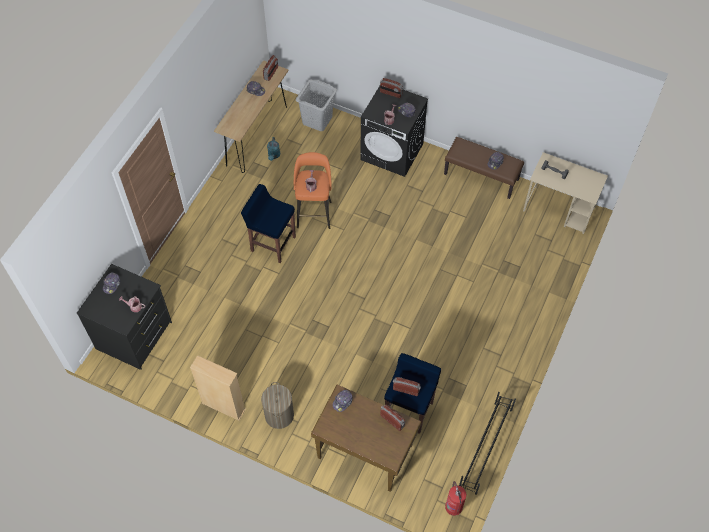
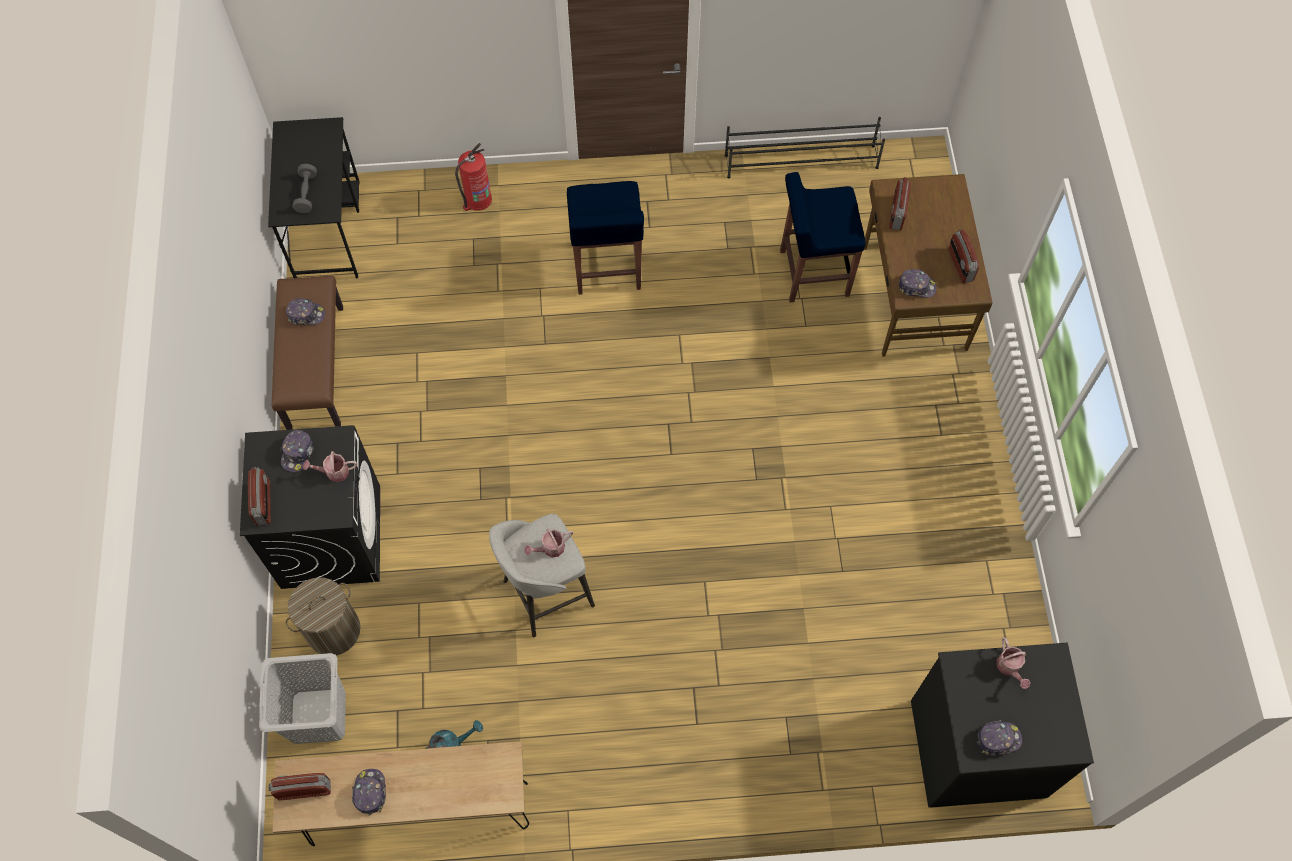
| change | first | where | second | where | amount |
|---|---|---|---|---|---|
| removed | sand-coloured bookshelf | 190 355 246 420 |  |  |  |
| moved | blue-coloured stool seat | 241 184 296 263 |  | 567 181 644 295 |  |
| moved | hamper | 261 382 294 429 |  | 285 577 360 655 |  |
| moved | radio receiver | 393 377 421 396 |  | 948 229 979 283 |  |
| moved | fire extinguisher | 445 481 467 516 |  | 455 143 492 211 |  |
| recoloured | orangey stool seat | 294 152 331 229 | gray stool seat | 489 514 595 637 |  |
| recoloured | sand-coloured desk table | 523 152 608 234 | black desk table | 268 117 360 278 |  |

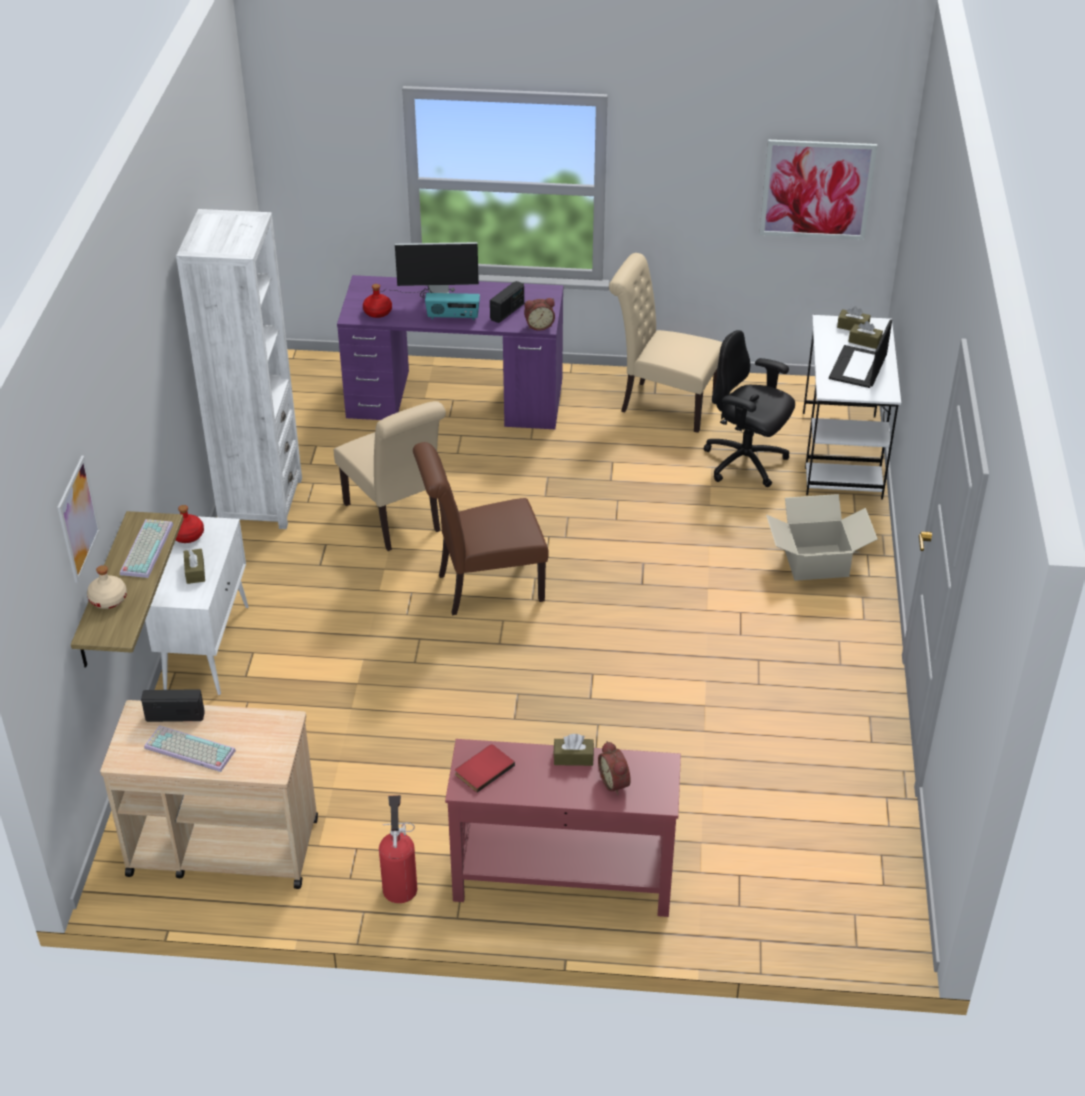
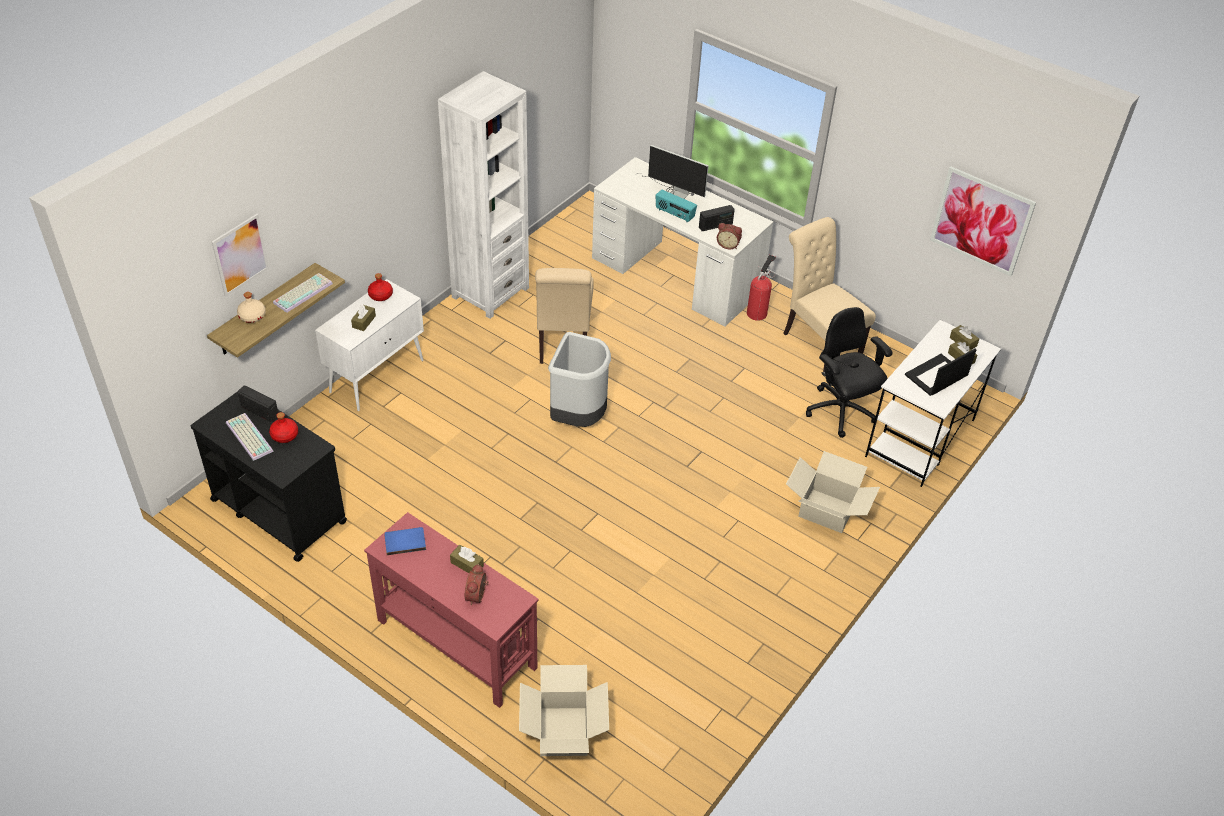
| change | first | where | second | where | amount |
|---|---|---|---|---|---|
| added |  |  | cardboard box | 519 665 609 756 |  |
| moved | red-coloured bottle | 363 284 392 318 |  | 269 412 298 443 |  |
| moved | fire extinguisher | 379 795 417 903 |  | 747 255 776 321 |  |
| replaced | brown chair | 413 442 549 615 | gray trash can | 548 332 611 427 |  |
| recoloured | sand-coloured wheeled cart | 100 700 318 889 | black wheeled cart | 191 391 347 562 |  |
| recoloured | purple desk table | 337 275 563 429 | whitish desk table | 592 157 773 326 |  |
| recoloured | red-coloured book | 455 744 515 793 | blue-coloured book | 384 527 426 555 |  |

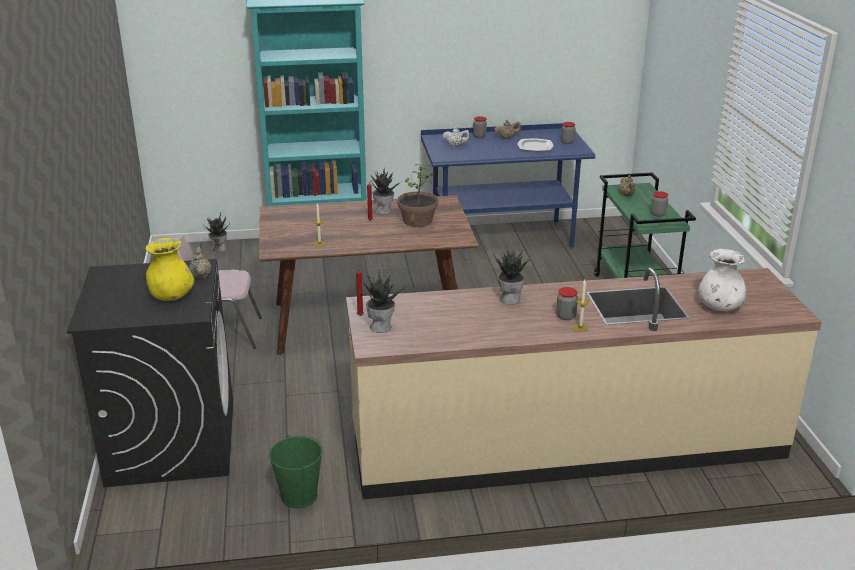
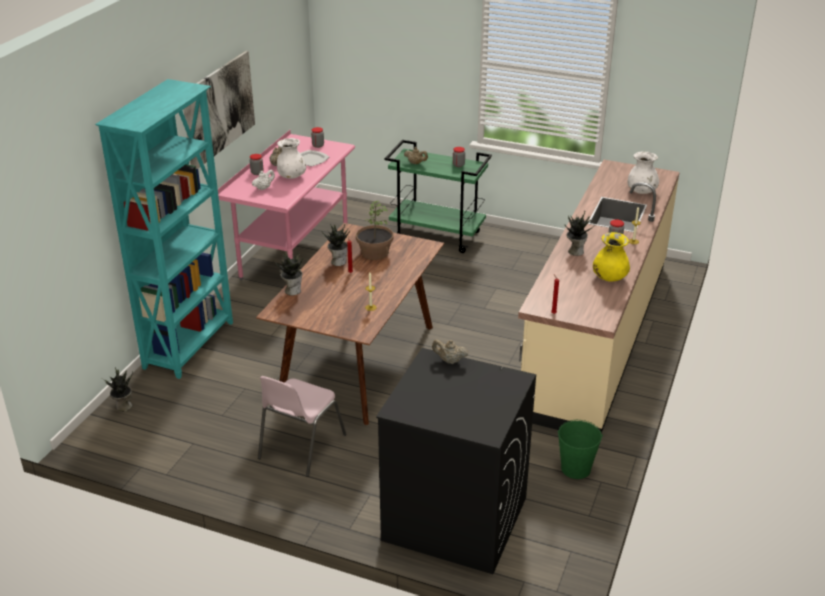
| change | first | where | second | where | amount |
|---|---|---|---|---|---|
| added |  |  | picture | 184 51 255 169 |  |
| added |  |  | whitish decorative vase | 277 138 306 179 |  |
| moved | yellow decorative vase | 145 238 194 301 |  | 593 232 630 282 |  |
| moved | houseplant | 363 270 404 333 |  | 274 252 304 296 |  |
| recoloured | blue-coloured desk table | 421 123 595 250 | pink-coloured desk table | 218 130 355 280 |  |

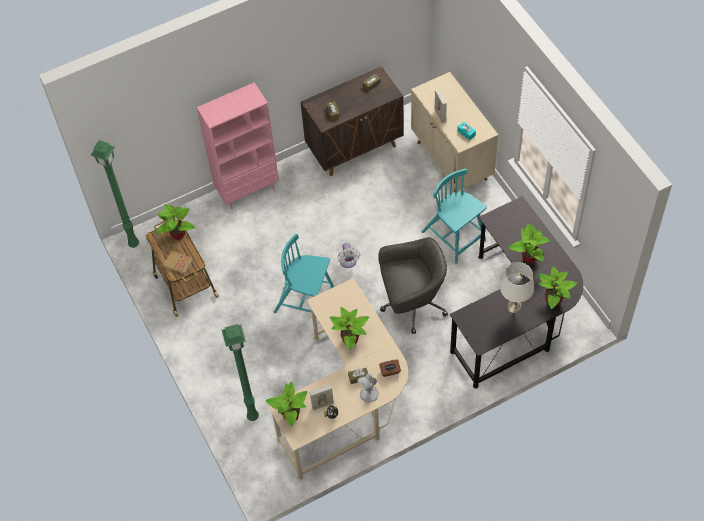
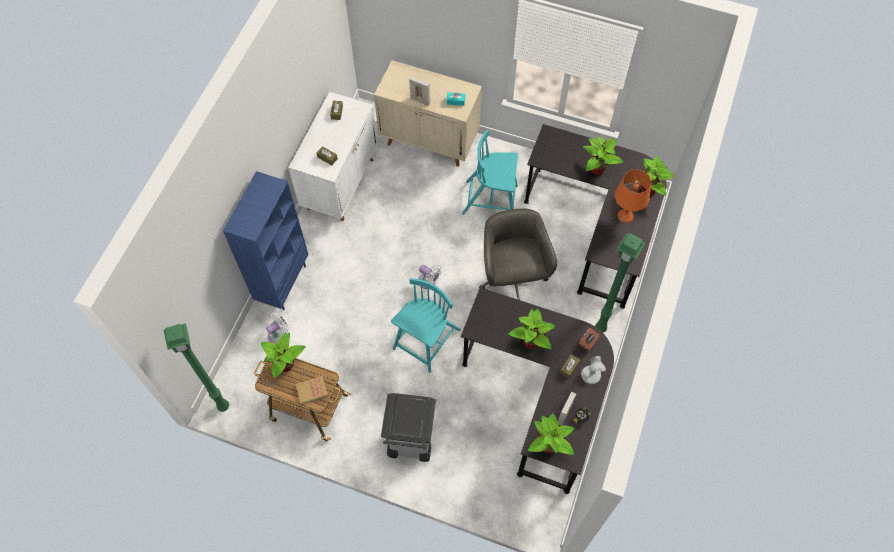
| change | first | where | second | where | amount |
|---|---|---|---|---|---|
| added |  |  | whitish fan | 266 311 290 344 |  |
| added |  |  | gray trash can | 381 393 436 462 |  |
| moved | greenish standard lamp | 222 324 259 421 |  | 595 233 646 333 |  |
| recoloured | pink-coloured bookshelf | 197 82 279 209 | blue-coloured bookshelf | 223 171 308 310 |  |
| recoloured | sand-coloured desk table | 268 278 408 480 | black desk table | 461 287 614 494 |  |
| recoloured | brown cupboard | 301 66 404 176 | whitish cupboard | 288 92 378 221 |  |
| recoloured | whitish tabletop lamp | 500 262 534 313 | orangey tabletop lamp | 615 169 652 223 |  |
| turned | turquoise-coloured chair | 274 233 334 313 |  | 391 278 461 373 | 150 degrees clockwise |
| turned | gray computer chair | 379 237 448 334 |  | 479 208 557 300 | 45 degrees counterclockwise |

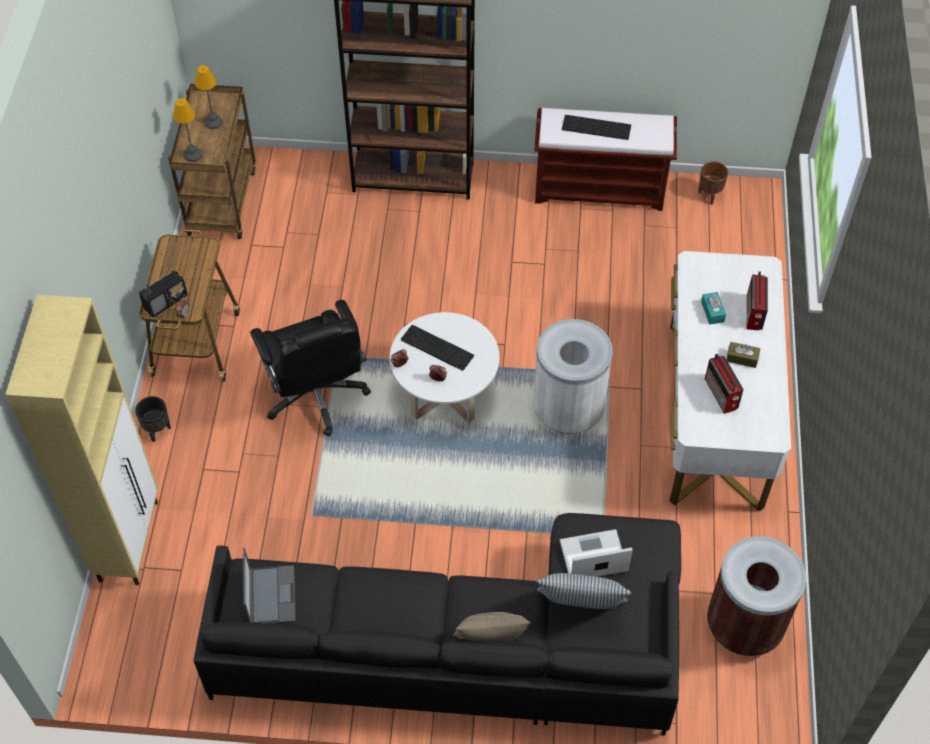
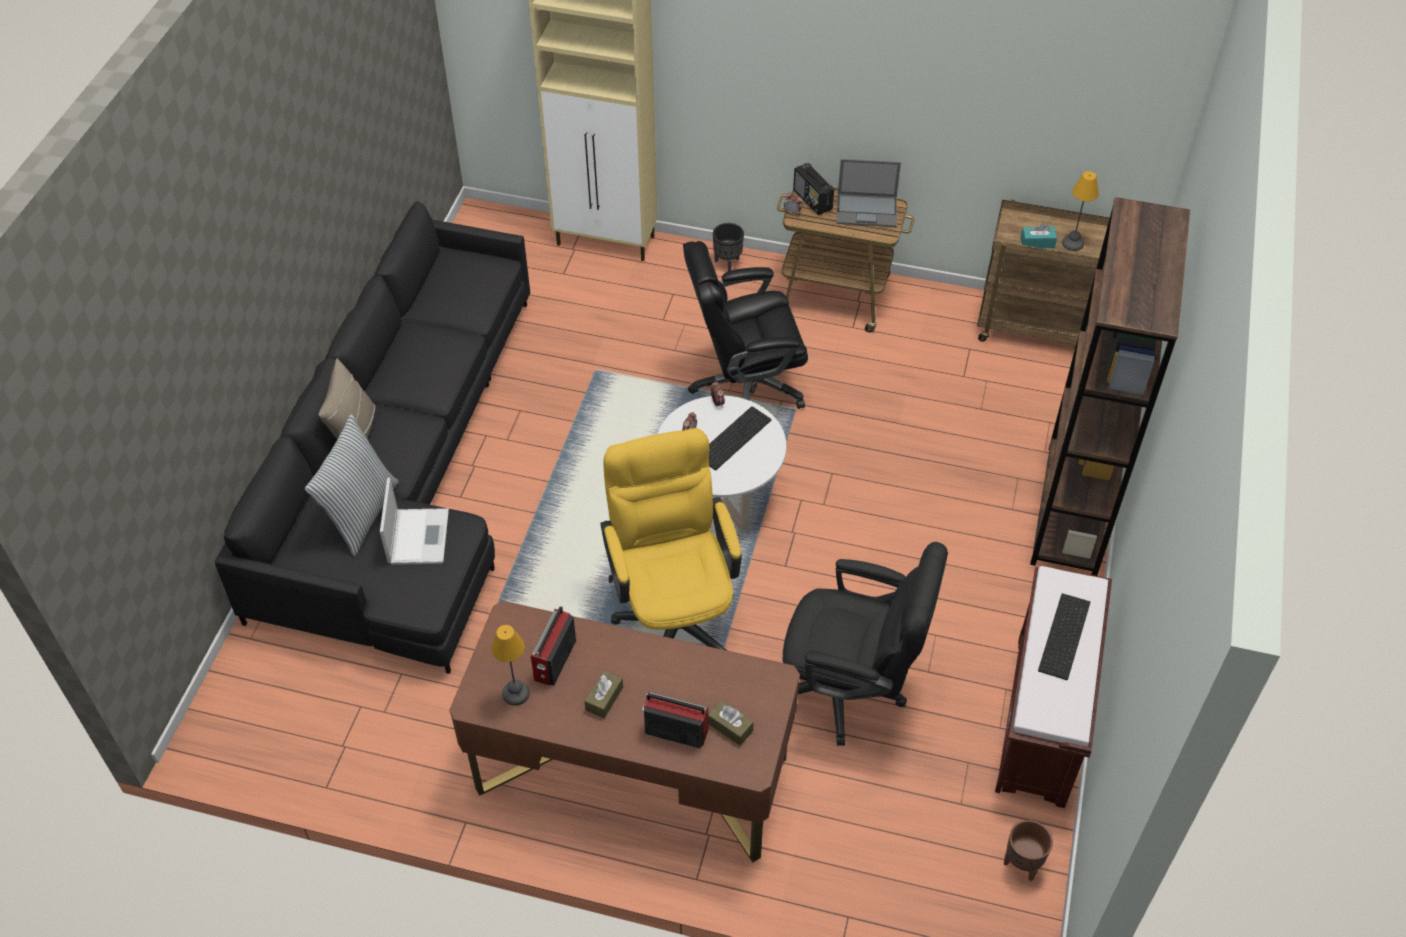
| change | first | where | second | where | amount |
|---|---|---|---|---|---|
| removed | brown trash can | 707 536 806 656 |  |  |  |
| added |  |  | brown tissue holder | 708 700 754 746 |  |
| added |  |  | black computer chair | 783 542 948 746 |  |
| moved | tabletop lamp | 173 98 202 162 |  | 491 625 530 706 |  |
| moved | portable computer | 243 548 296 624 |  | 837 159 901 227 |  |
| moved | turquoise-coloured tissue holder | 701 292 726 324 |  | 1021 223 1057 248 |  |
| replaced | whitish trash can | 533 319 613 434 | yellow computer chair | 600 428 742 650 |  |
| recoloured | whitish desk table | 669 251 791 512 | brown desk table | 449 601 800 862 |  |
| turned | radio receiver | 705 354 744 414 |  | 531 606 576 686 | 60 degrees counterclockwise |

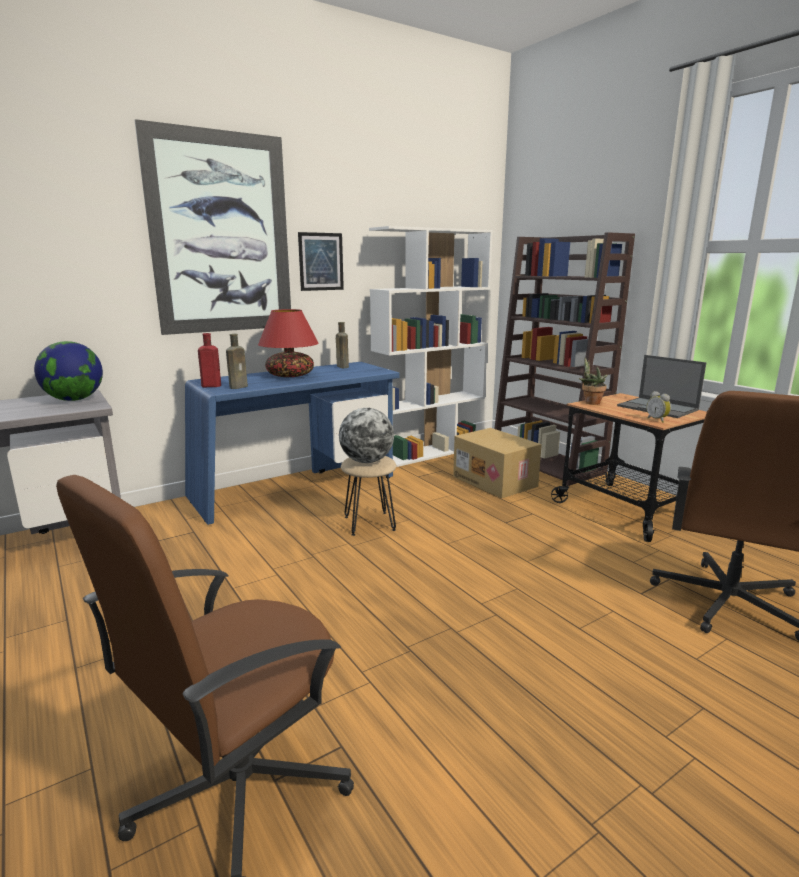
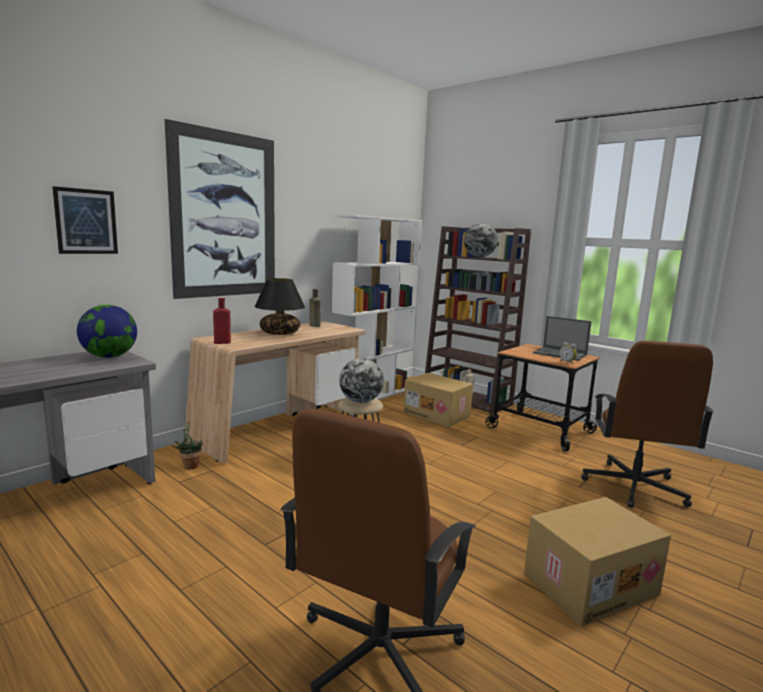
| change | first | where | second | where | amount |
|---|---|---|---|---|---|
| removed | brown bottle | 226 334 248 389 |  |  |  |
| added |  |  | world globe | 464 223 498 257 |  |
| added |  |  | cardboard box | 524 497 671 627 |  |
| moved | picture | 298 232 344 291 |  | 52 186 118 254 |  |
| moved | houseplant | 579 357 608 405 |  | 174 422 203 469 |  |
| recoloured | blue-coloured desk table | 185 362 399 525 | sand-coloured desk table | 185 321 365 464 |  |
| recoloured | red-coloured tabletop lamp | 258 309 318 377 | black tabletop lamp | 254 278 305 335 |  |

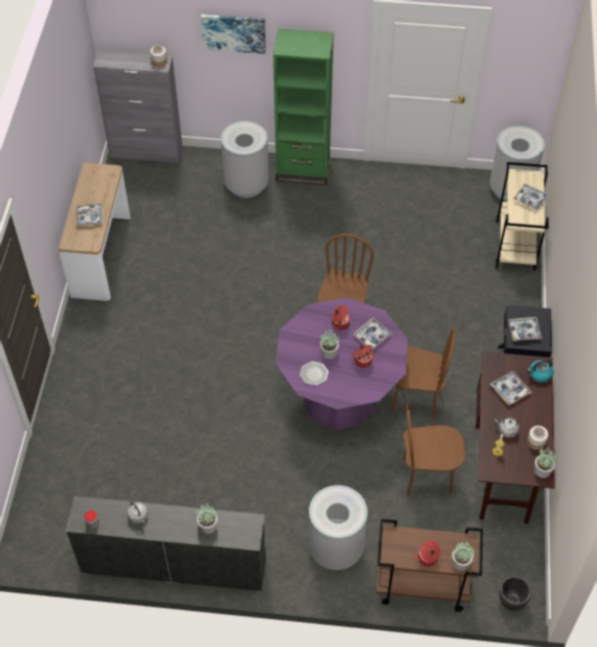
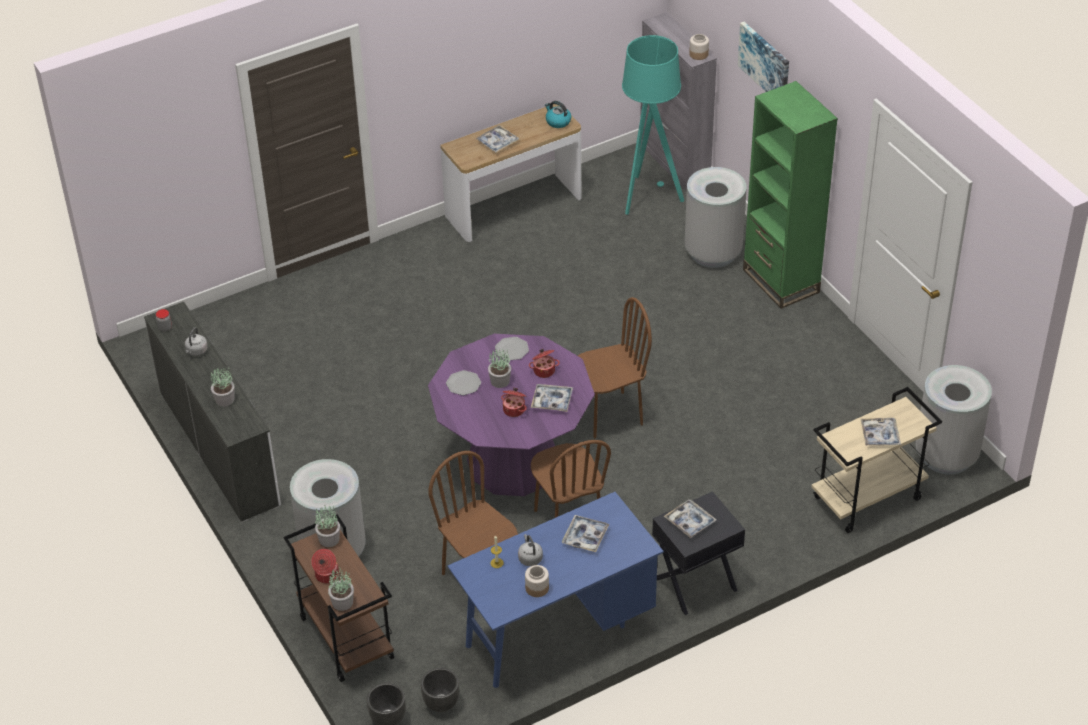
| change | first | where | second | where | amount |
|---|---|---|---|---|---|
| added |  |  | black planter | 421 668 459 712 |  |
| added |  |  | flat dish | 495 337 529 361 |  |
| added |  |  | turquoise-coloured standard lamp | 622 35 684 215 |  |
| moved | kettle | 527 360 554 383 |  | 545 101 571 128 |  |
| moved | houseplant | 534 447 556 478 |  | 315 504 340 547 |  |
| recoloured | brown desk table | 476 351 555 524 | blue-coloured desk table | 447 492 664 688 |  |

